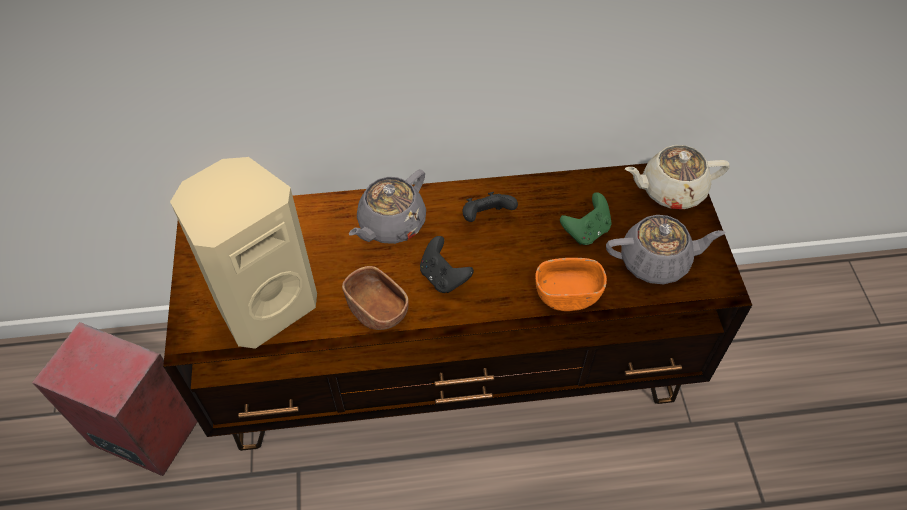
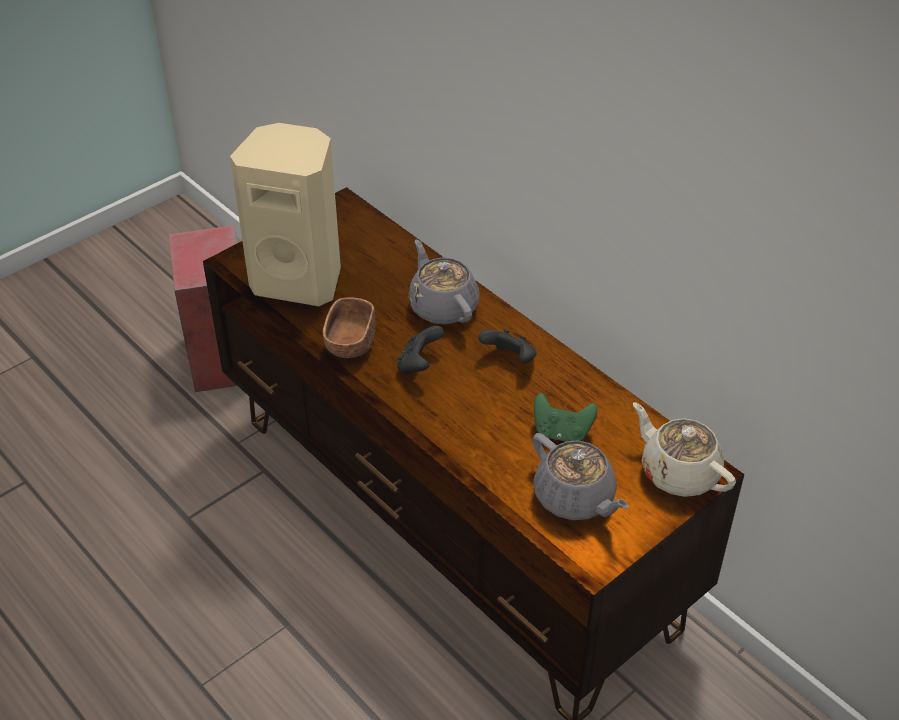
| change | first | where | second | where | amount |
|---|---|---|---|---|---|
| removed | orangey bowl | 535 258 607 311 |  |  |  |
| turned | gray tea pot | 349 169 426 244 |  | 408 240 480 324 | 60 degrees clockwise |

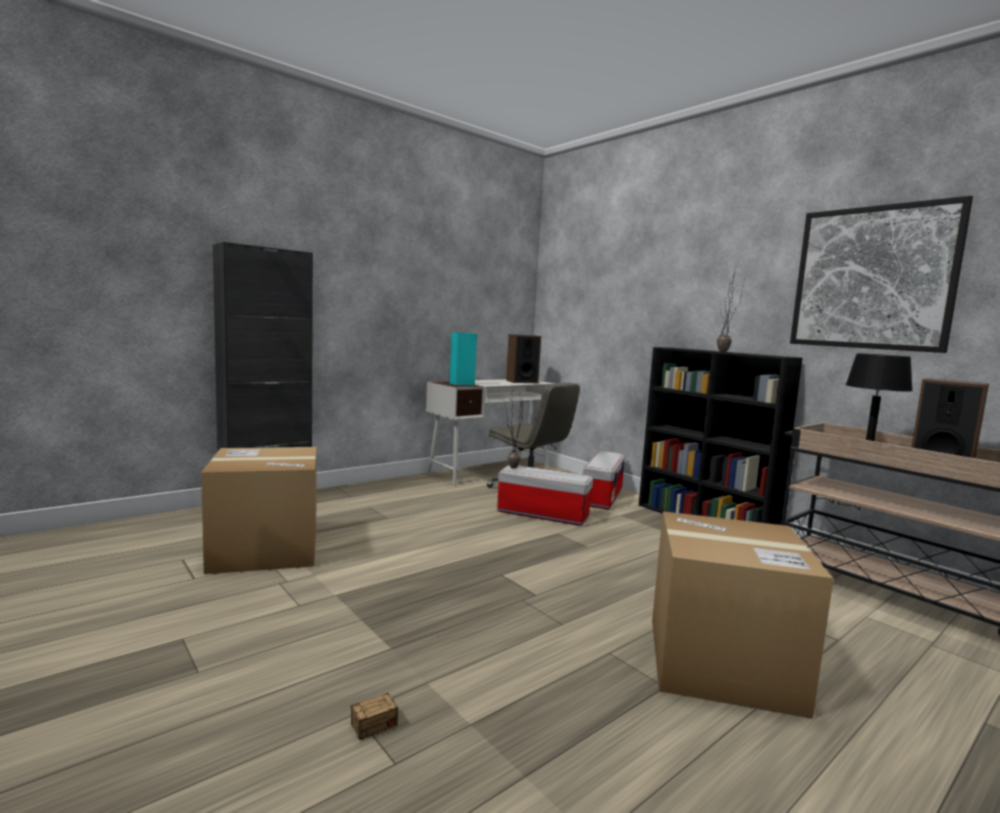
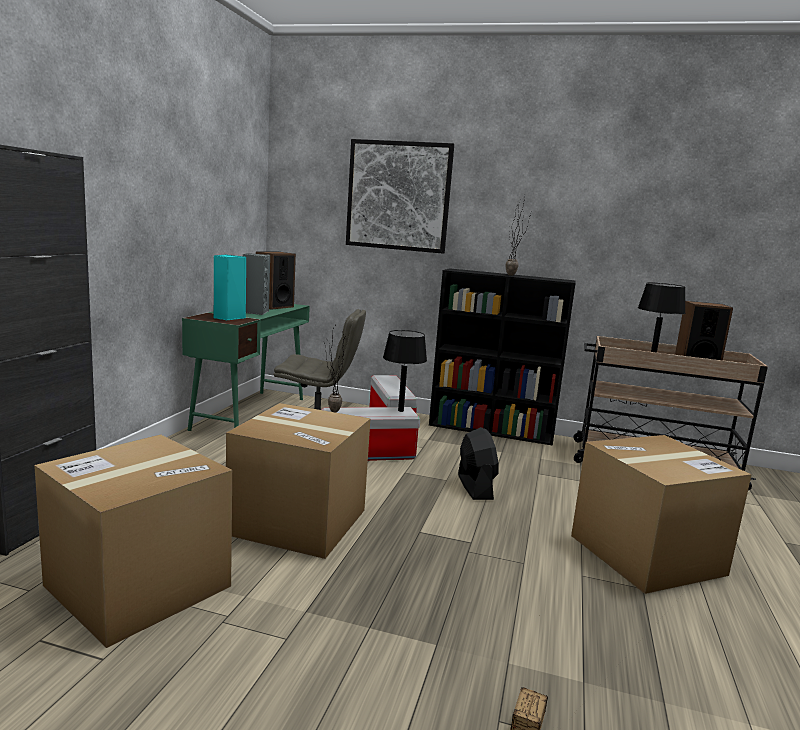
| change | first | where | second | where | amount |
|---|---|---|---|---|---|
| added |  |  | cardboard box | 226 403 371 559 |  |
| added |  |  | gray audio speaker | 243 253 270 315 |  |
| added |  |  | black tabletop lamp | 383 330 427 412 |  |
| added |  |  | black fan | 458 427 499 500 |  |
| moved | picture | 790 196 973 353 |  | 346 139 454 254 |  |
| recoloured | whitish desk table | 426 379 555 486 | greenish desk table | 182 304 310 431 |  |

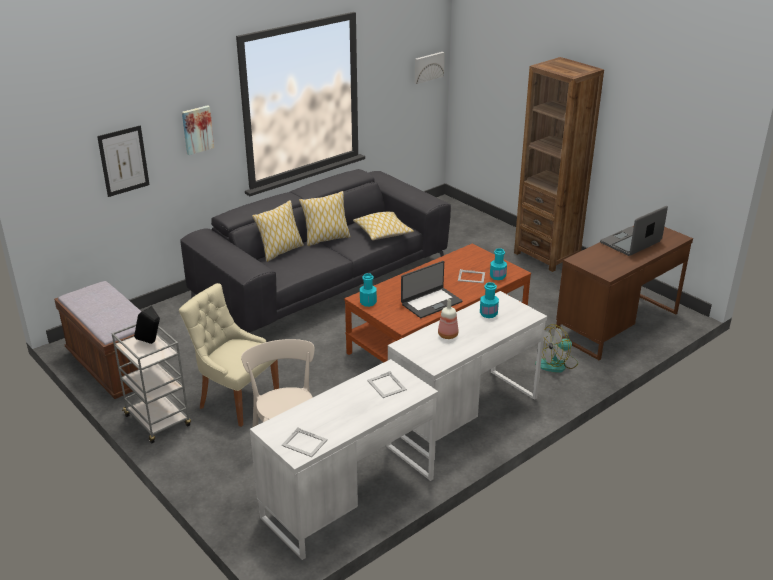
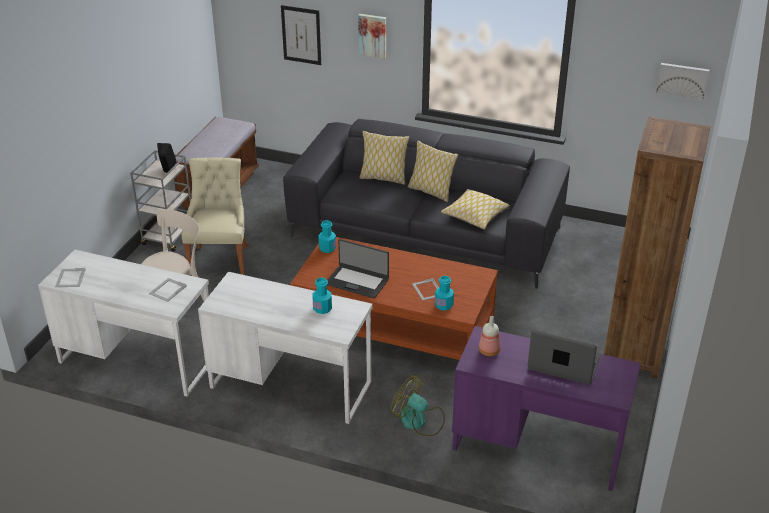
| change | first | where | second | where | amount |
|---|---|---|---|---|---|
| moved | bottle | 438 299 458 339 |  | 479 316 501 356 |  |
| recoloured | brown desk table | 556 226 693 360 | purple desk table | 452 326 641 491 |  |

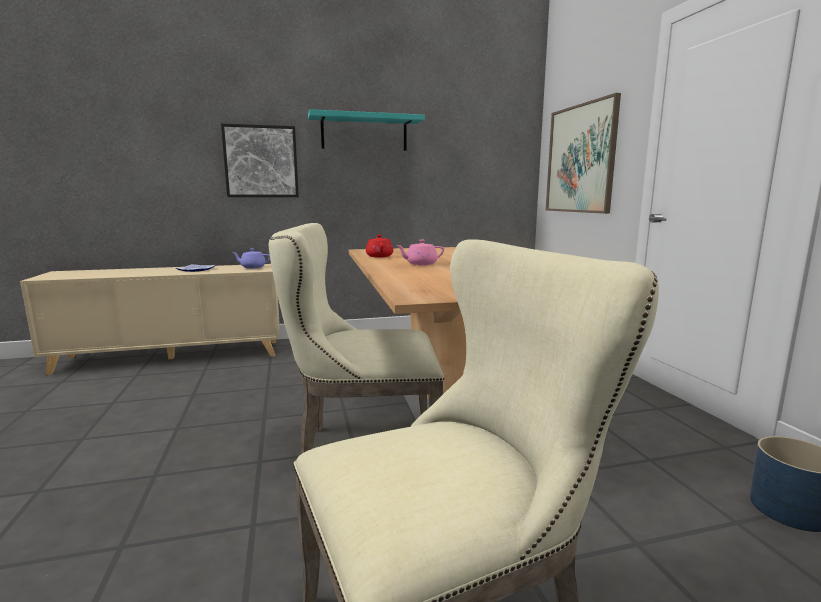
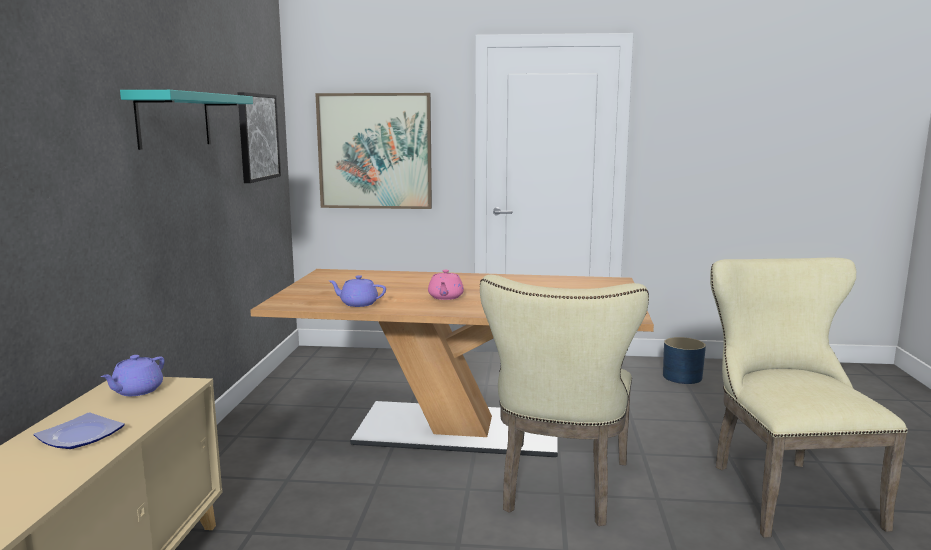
| change | first | where | second | where | amount |
|---|---|---|---|---|---|
| moved | picture | 221 124 299 197 |  | 238 92 281 183 |  |
| recoloured | red-coloured tea pot | 366 235 393 257 | purple tea pot | 329 275 386 307 |  |

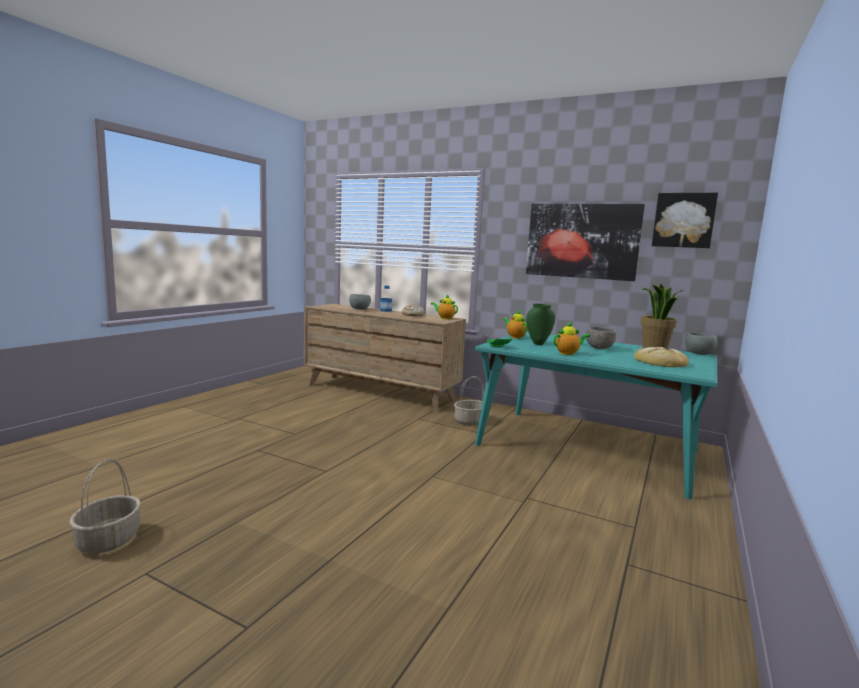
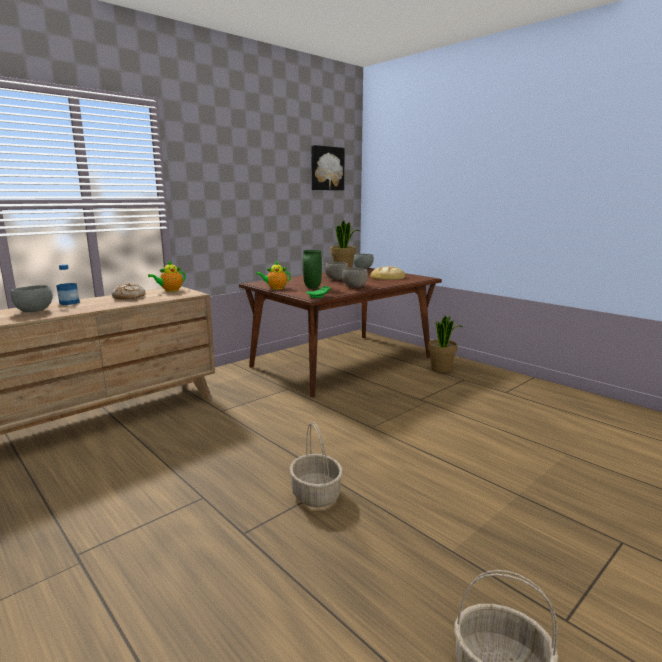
| change | first | where | second | where | amount |
|---|---|---|---|---|---|
| removed | picture | 526 204 645 281 |  |  |  |
| added |  |  | houseplant | 428 315 464 373 |  |
| moved | household basket | 454 376 484 425 |  | 290 422 343 507 |  |
| replaced | tea pot | 554 321 590 355 | gray bowl | 342 268 368 288 |  |
| recoloured | turquoise-coloured dining table | 475 331 717 500 | brown dining table | 239 268 442 397 |  |

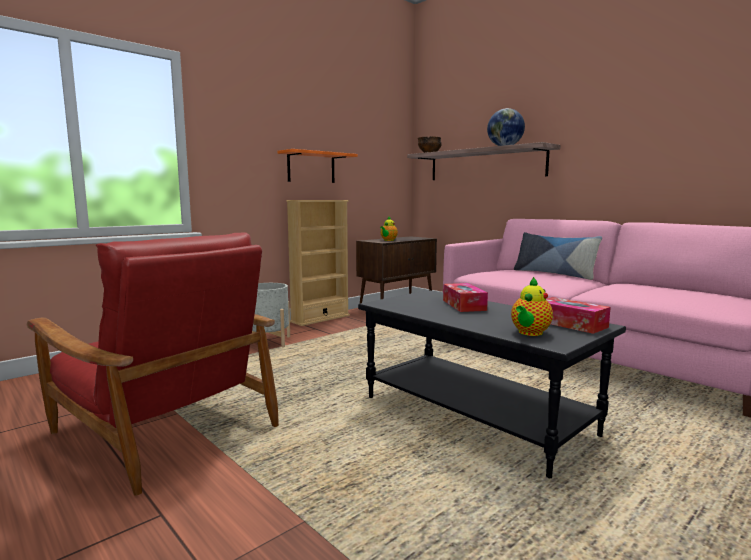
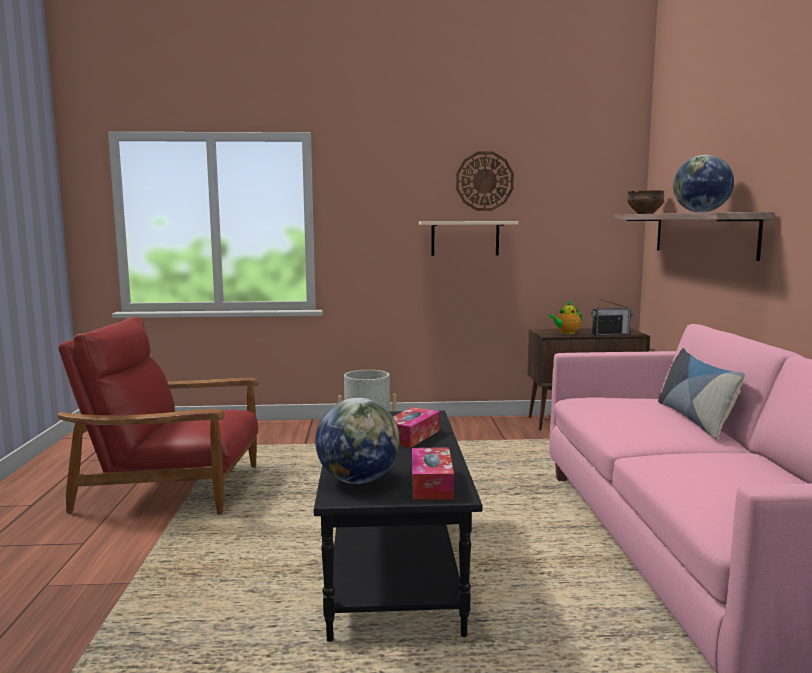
| change | first | where | second | where | amount |
|---|---|---|---|---|---|
| removed | sand-coloured bookshelf | 286 200 350 326 |  |  |  |
| added |  |  | wall clock | 456 152 514 211 |  |
| added |  |  | radio receiver | 591 298 633 335 |  |
| replaced | tea pot | 511 277 553 336 | world globe | 315 398 400 484 |  |
| recoloured | orangey bracket shelf | 277 149 358 183 | sand-coloured bracket shelf | 419 221 519 256 |  |
| turned | red-coloured easy chair | 27 233 279 496 |  | 58 316 259 515 | 105 degrees clockwise |

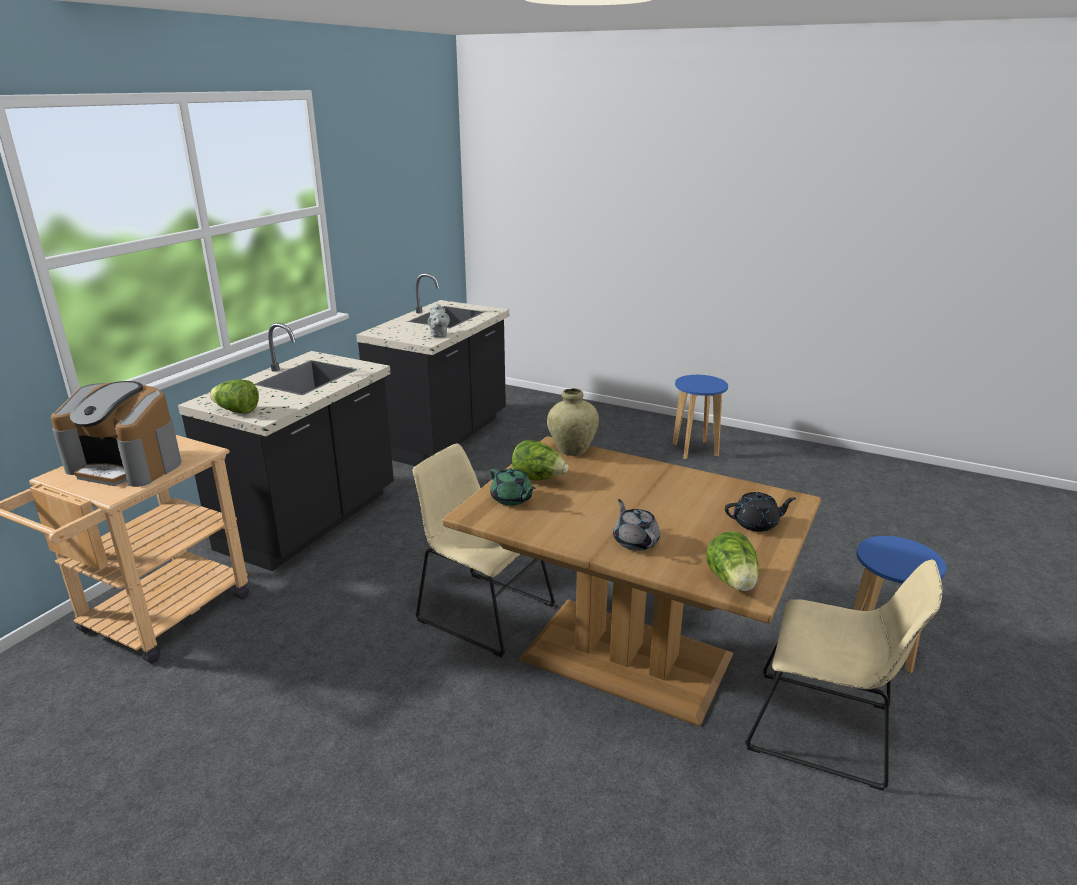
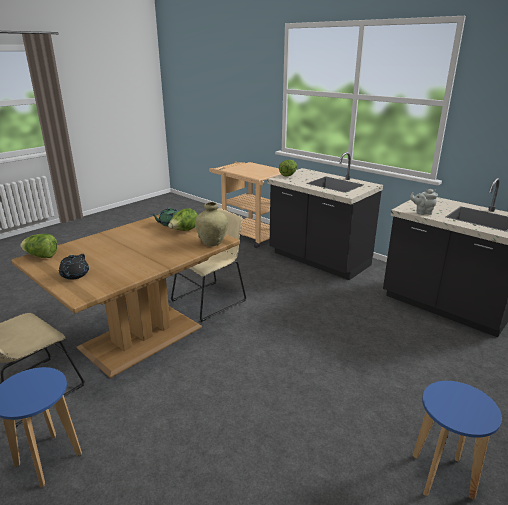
| change | first | where | second | where | amount |
|---|---|---|---|---|---|
| removed | coffee brewer | 51 381 181 487 |  |  |  |
| removed | gray tea pot | 613 499 660 551 |  |  |  |

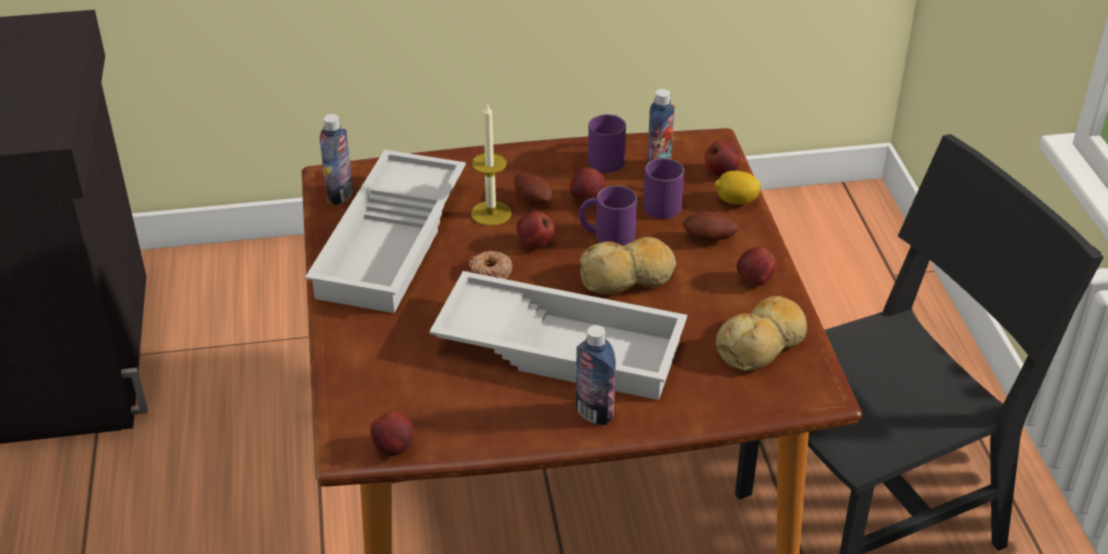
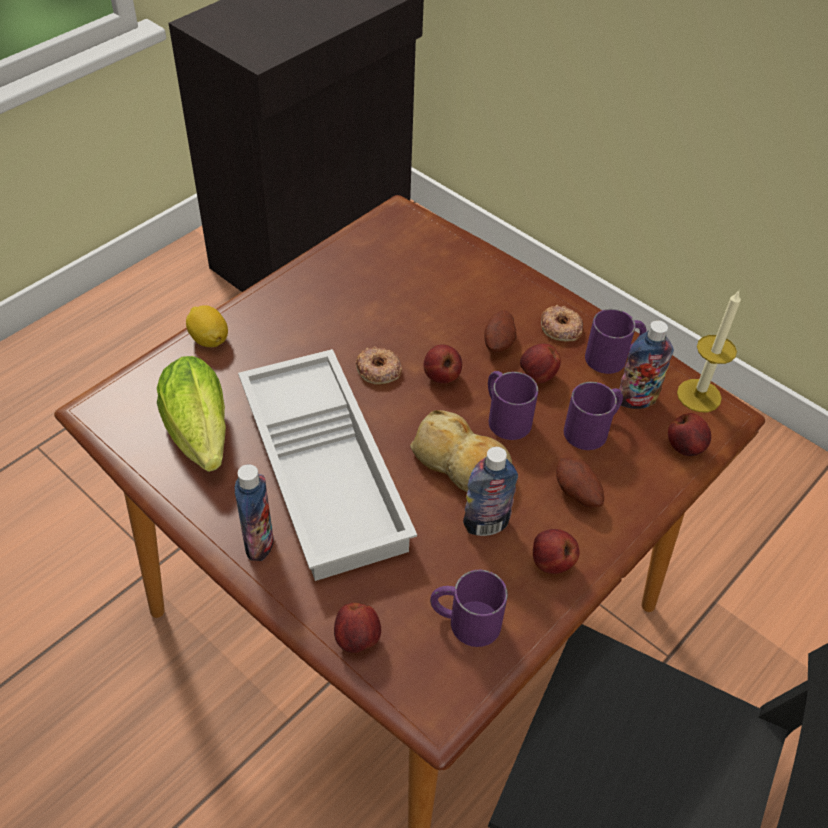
| change | first | where | second | where | amount |
|---|---|---|---|---|---|
| removed | whitish serving tray | 305 150 466 313 |  |  |  |
| added |  |  | lettuce | 157 356 226 472 |  |
| added |  |  | ring doughnut | 541 305 583 342 |  |
| moved | bottle | 320 114 353 205 |  | 463 447 518 536 |  |
| moved | apple | 370 410 414 456 |  | 334 603 381 653 |  |
| moved | wax candle | 471 102 511 226 |  | 677 291 741 412 |  |
| moved | lemon | 715 171 761 204 |  | 186 305 228 347 |  |
| replaced | bread | 716 296 807 371 | purple coffee mug | 430 570 508 647 |  |

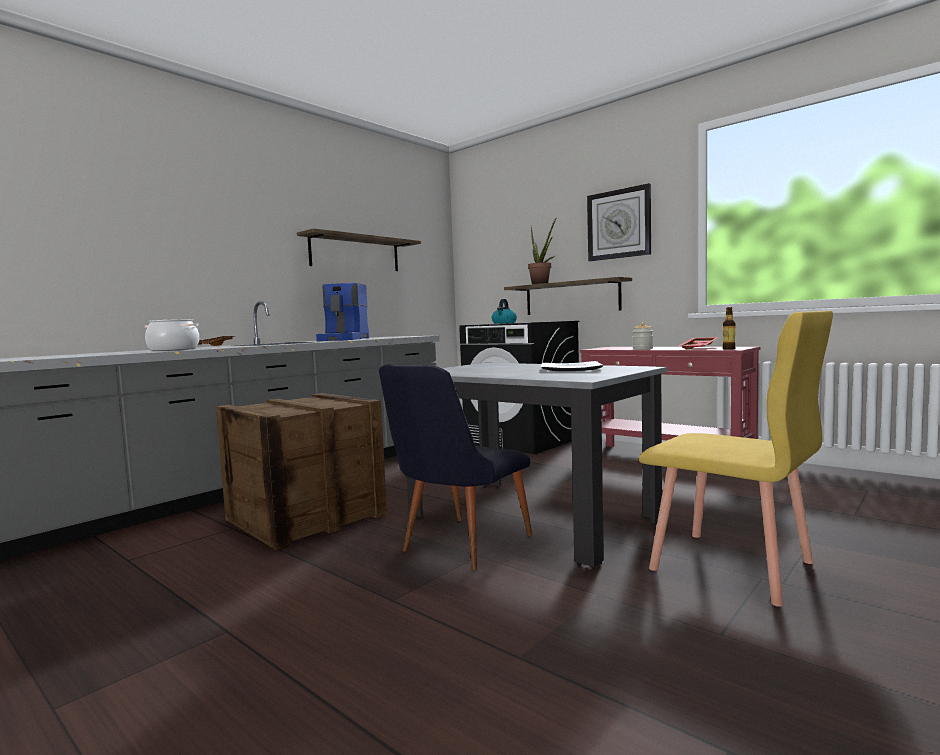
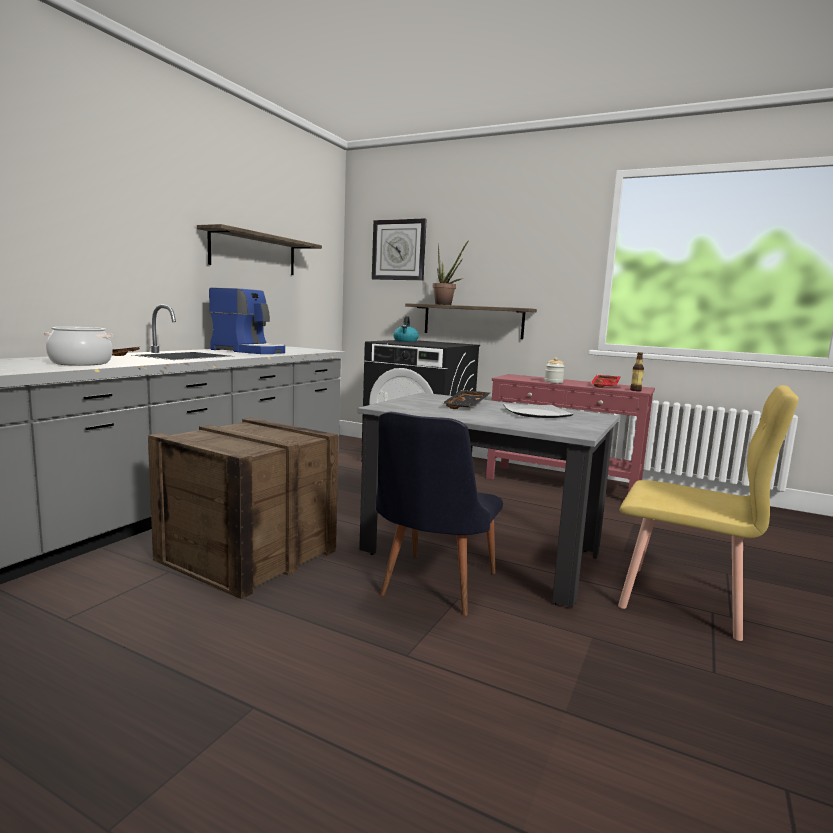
| change | first | where | second | where | amount |
|---|---|---|---|---|---|
| added |  |  | black serving tray | 442 390 490 409 |  |
| moved | wall clock | 587 183 651 261 |  | 372 219 427 280 |  |
| turned | coffee brewer | 316 283 369 341 |  | 209 287 285 354 | 60 degrees counterclockwise |

